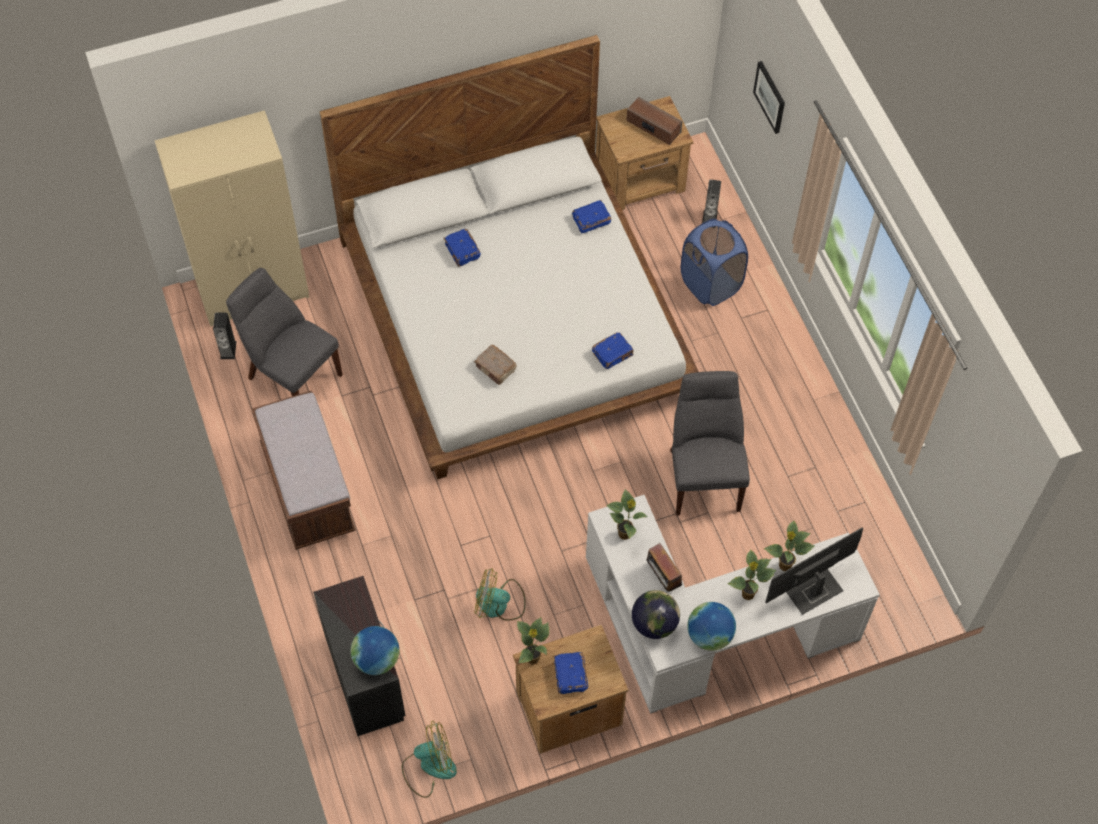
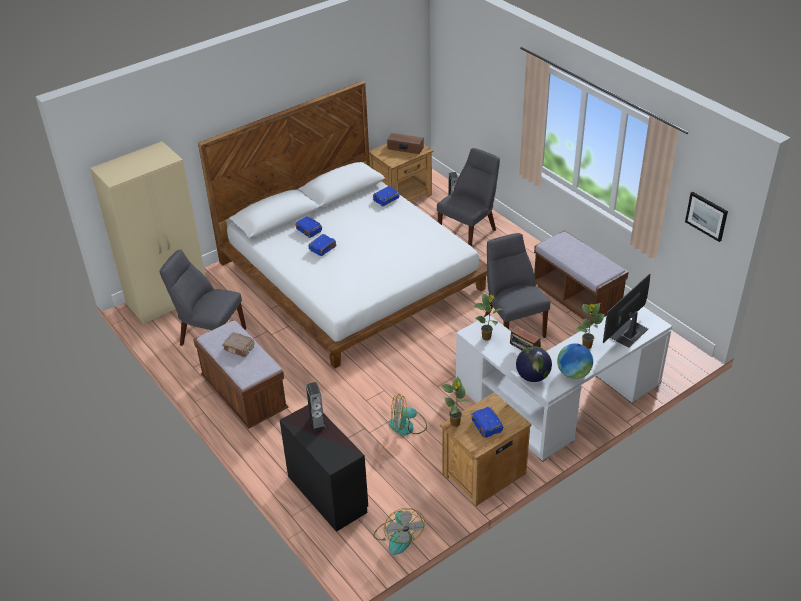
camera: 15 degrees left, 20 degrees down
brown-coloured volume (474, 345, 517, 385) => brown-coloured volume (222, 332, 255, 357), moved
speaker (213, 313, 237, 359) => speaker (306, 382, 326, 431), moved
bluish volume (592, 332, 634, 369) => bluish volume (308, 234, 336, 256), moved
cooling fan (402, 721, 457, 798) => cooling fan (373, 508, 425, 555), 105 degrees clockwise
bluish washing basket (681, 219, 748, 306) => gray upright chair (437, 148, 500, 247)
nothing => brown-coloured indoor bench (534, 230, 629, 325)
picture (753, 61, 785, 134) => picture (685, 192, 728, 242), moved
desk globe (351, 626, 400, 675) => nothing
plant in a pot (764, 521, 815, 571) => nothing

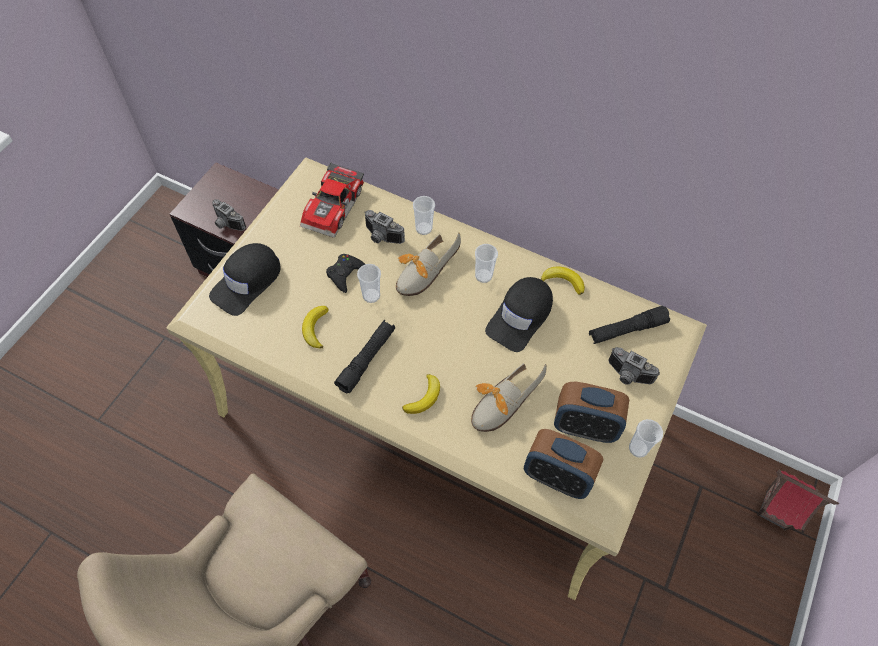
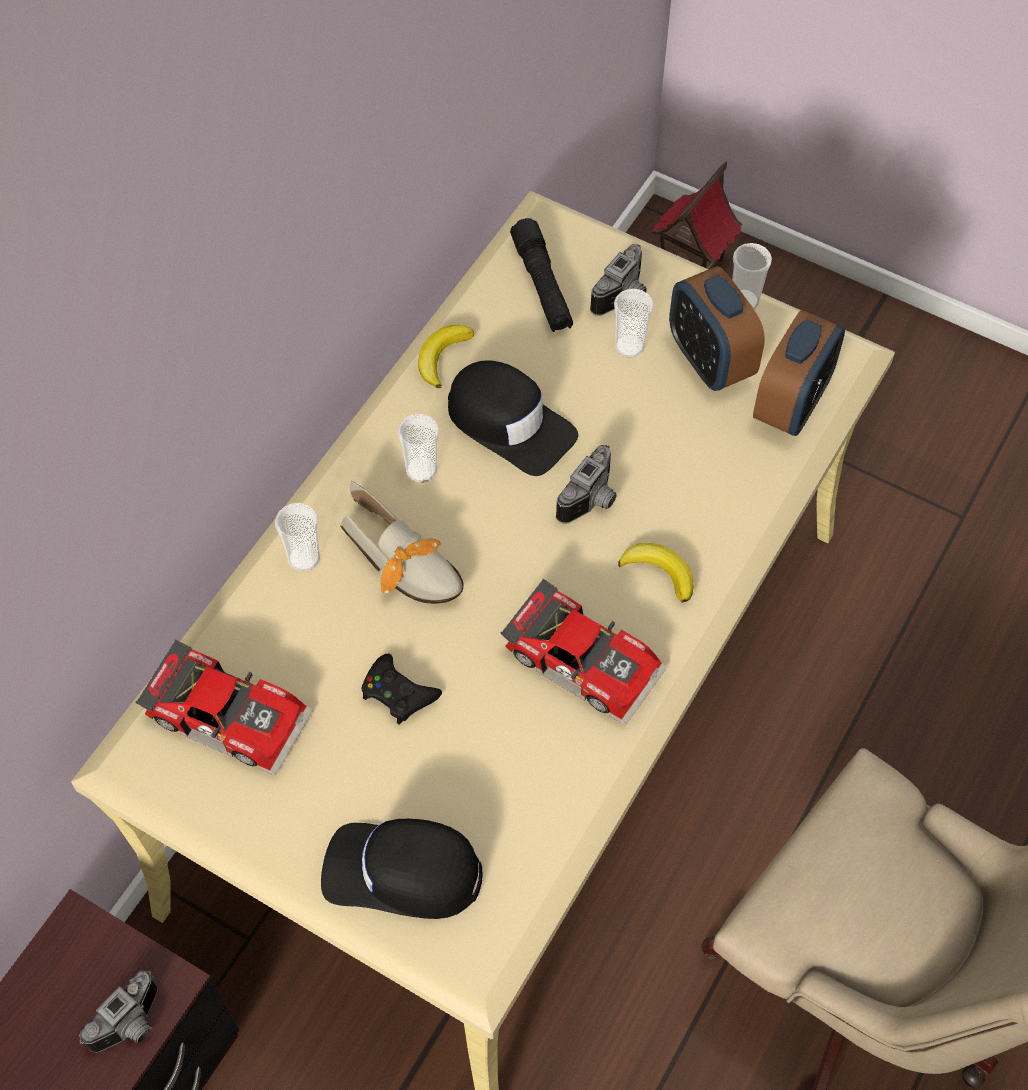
camera: 85 degrees left, 0 degrees up
blackish peaked cap (209, 243, 281, 316) => blackish peaked cap (321, 819, 483, 919), 150 degrees clockwise
blackish flashlight (334, 320, 395, 394) => toy car (501, 579, 666, 725)
photo camera (364, 210, 405, 244) => photo camera (556, 445, 617, 523), moved
cup (357, 264, 381, 303) => cup (614, 289, 654, 358), moved
table clock (554, 382, 629, 443) => table clock (669, 266, 765, 391), 135 degrees clockwise
whole banana (302, 306, 329, 349) => nothing
item of footwear (471, 363, 547, 432) => nothing

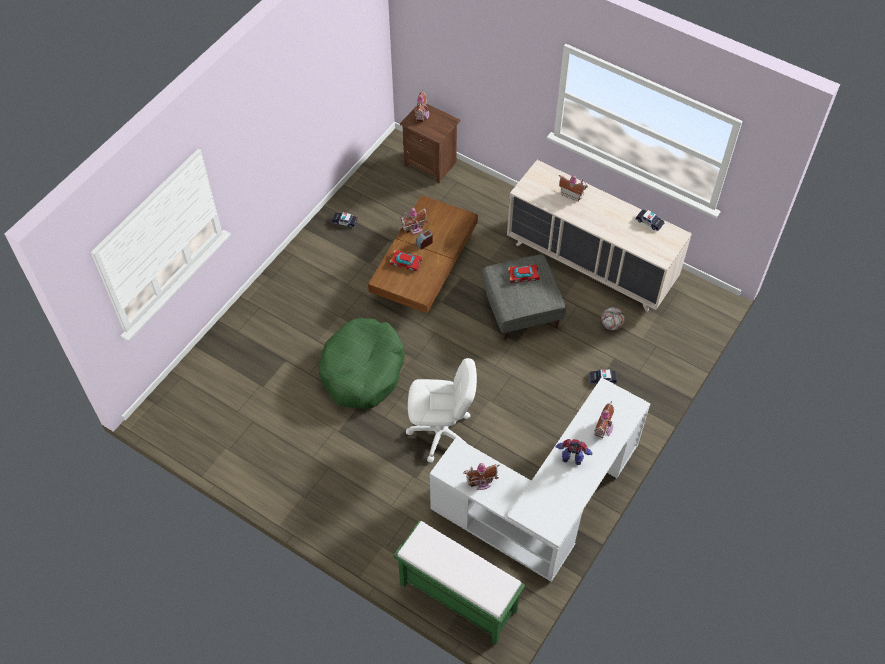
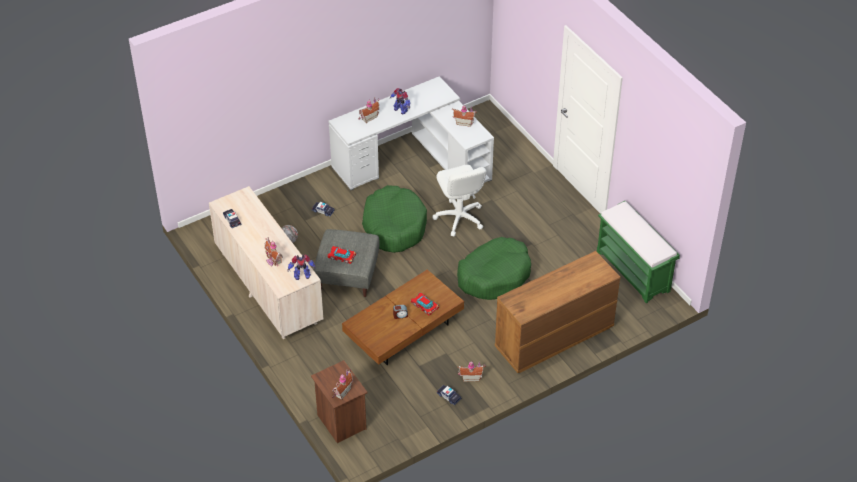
camera: 155 degrees left, 10 degrees down
nothing => robot figure (287, 254, 316, 280)
nothing => green dog cushion (362, 185, 427, 253)
whitish desk chair (406, 358, 477, 463) => whitish desk chair (433, 165, 487, 236), 135 degrees counterclockwise
model house (399, 208, 428, 234) => model house (457, 361, 485, 382), moved
nothing => brown-coloured chest of drawers (495, 251, 620, 373)
green indoor bench (393, 520, 525, 645) => green indoor bench (597, 201, 680, 303), moved

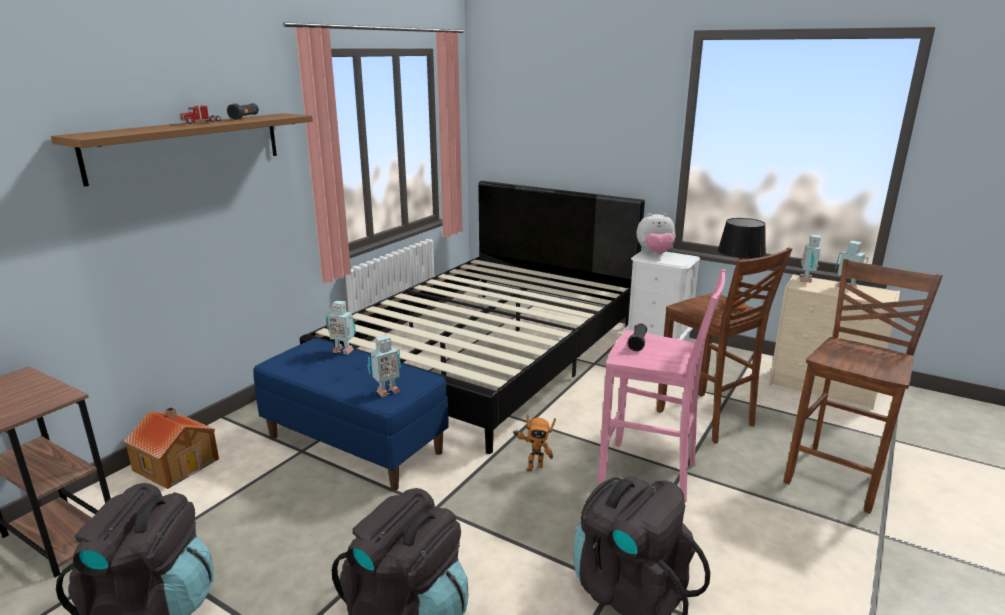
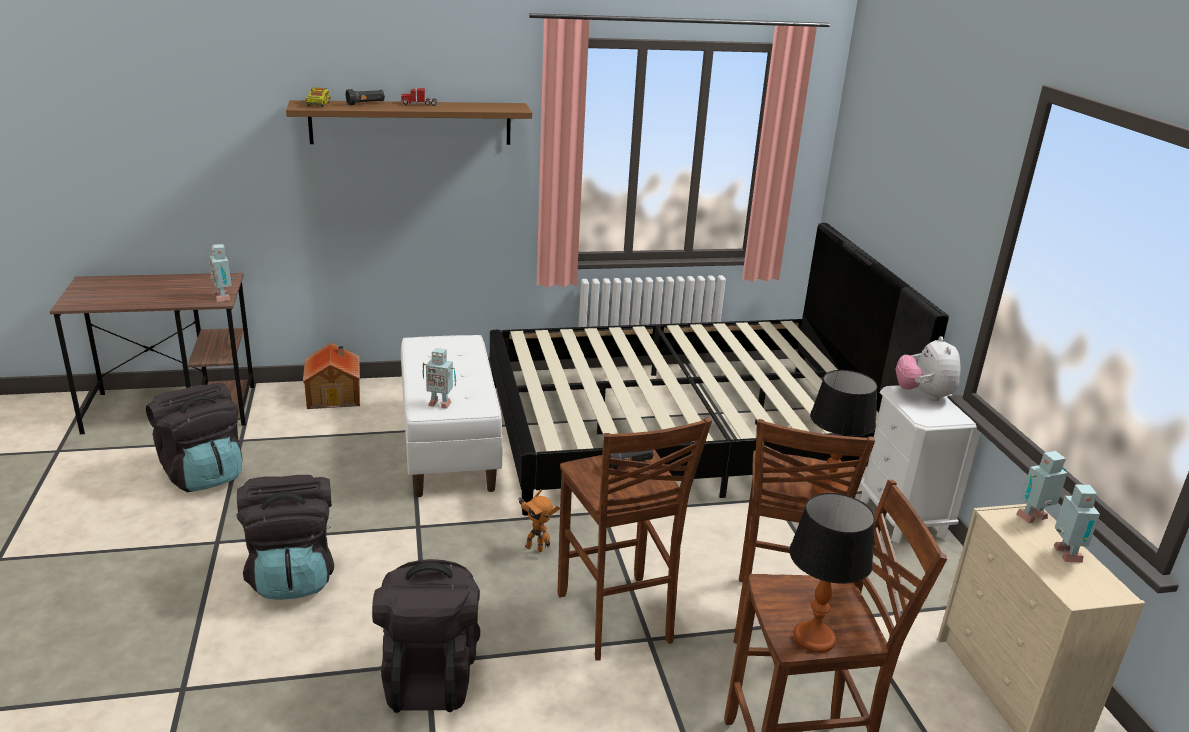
camera: 45 degrees right, 5 degrees up
robot figure (326, 301, 356, 354) => robot figure (209, 244, 233, 302), moved
nothing => toy lorry (305, 87, 331, 107)
blackish flashlight (227, 103, 259, 120) => blackish flashlight (345, 89, 385, 105), moved
bluish indoor bench (253, 338, 449, 491) => whitish indoor bench (401, 335, 503, 497)
pinkish stool seat (598, 269, 726, 503) => brown-coloured stool seat (558, 418, 712, 661)
nothing => tabletop lamp (789, 493, 875, 653)
soft toy (637, 213, 676, 254) => soft toy (896, 336, 960, 401), 45 degrees clockwise

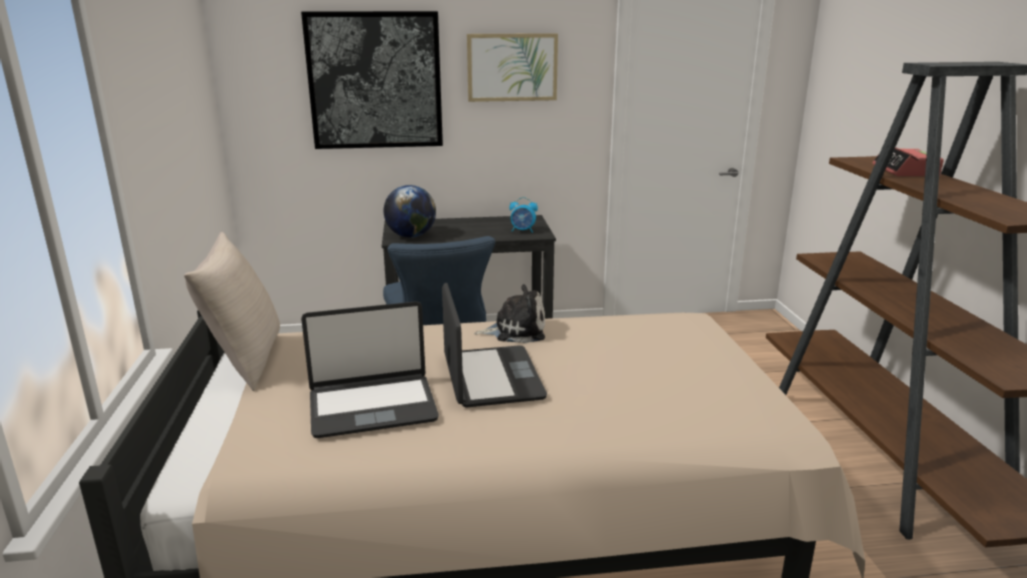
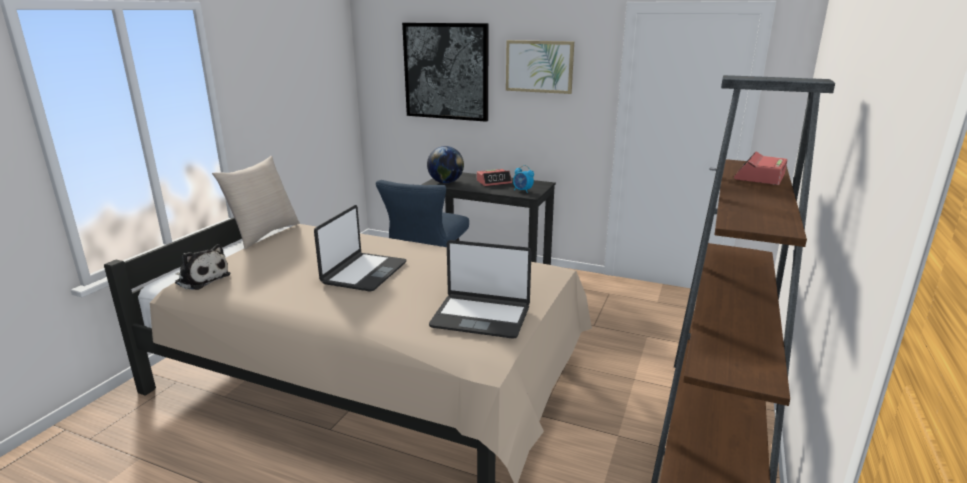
camera: 30 degrees right, 0 degrees up
soft toy (474, 284, 545, 343) => soft toy (175, 244, 231, 290), moved
notebook computer (301, 301, 439, 438) => notebook computer (429, 240, 532, 339), moved
nothing => table clock (477, 169, 512, 186)

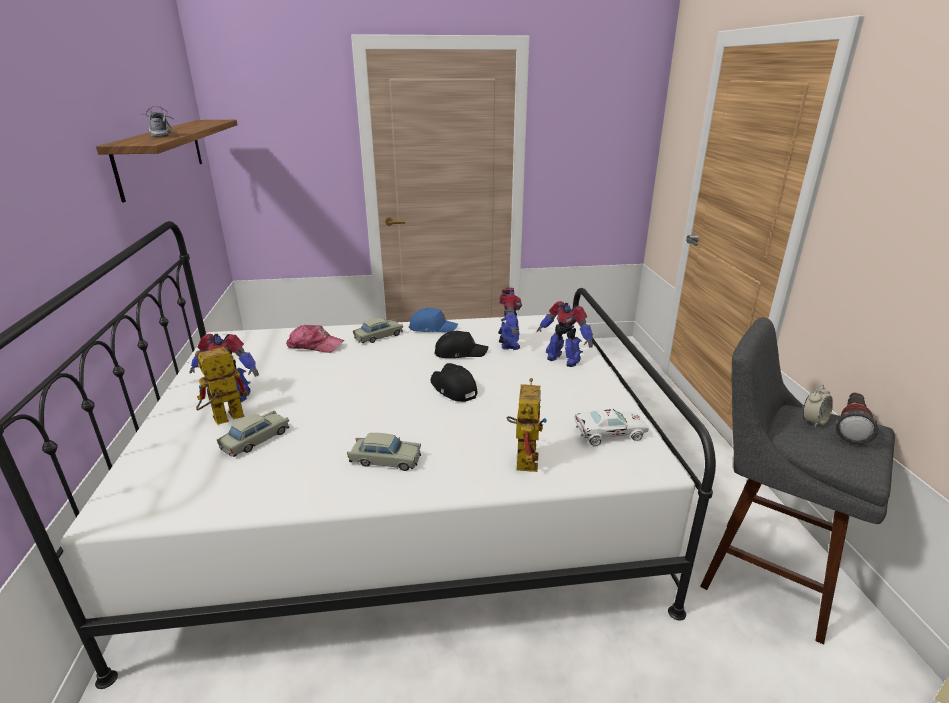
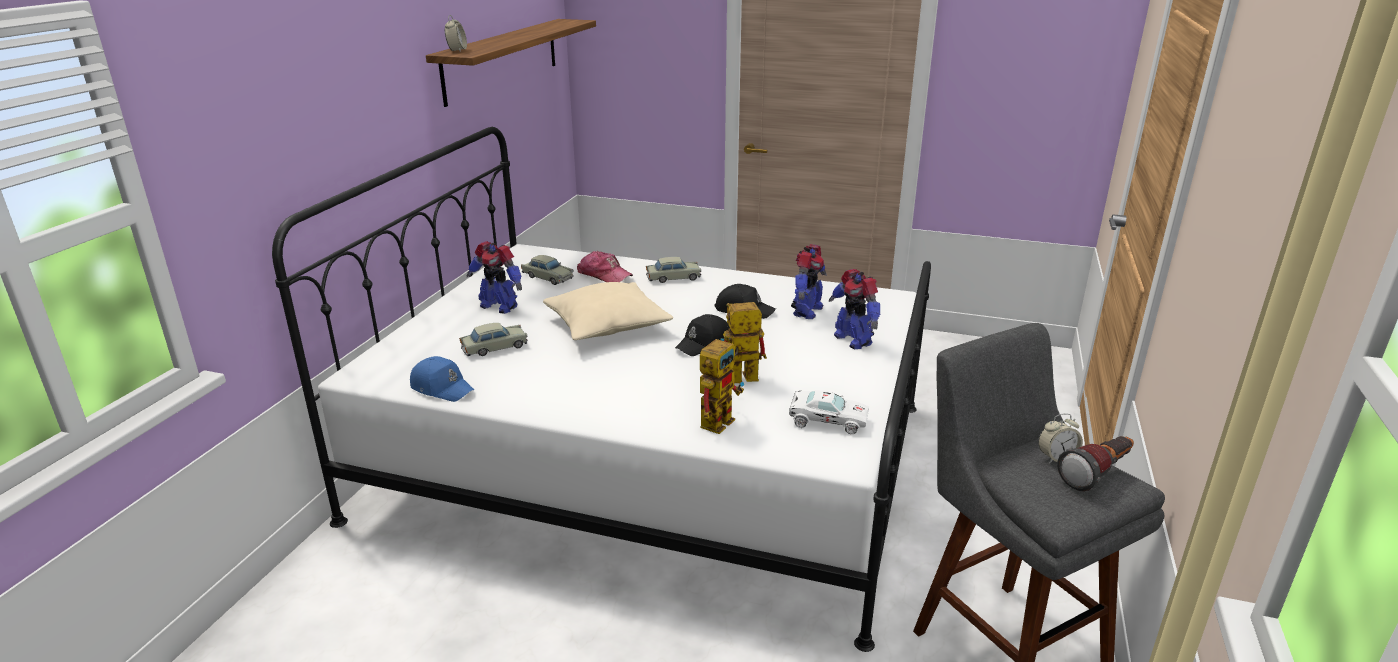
camera: 25 degrees right, 0 degrees up
bluish peaked cap (409, 308, 458, 332) => bluish peaked cap (410, 356, 474, 402), moved
nothing => table clock (445, 15, 467, 51)
beige-coloured toy car (347, 433, 421, 471) => beige-coloured toy car (521, 255, 574, 285), moved
nothing => beige-coloured cushion (543, 282, 673, 340)
blackish peaked cap (431, 363, 477, 402) => blackish peaked cap (675, 314, 730, 356), 120 degrees counterclockwise
robot figure (195, 347, 248, 425) => robot figure (720, 302, 767, 383), moved
item of footwear (143, 106, 174, 137) => nothing

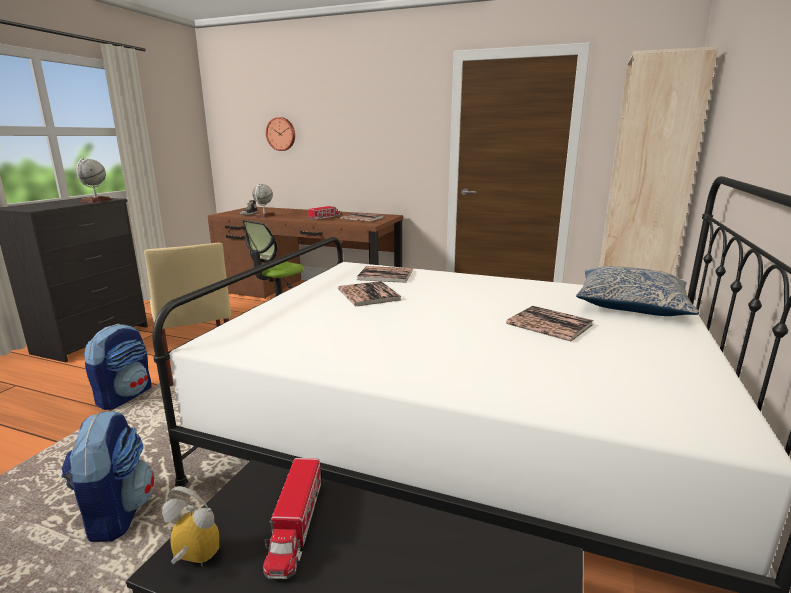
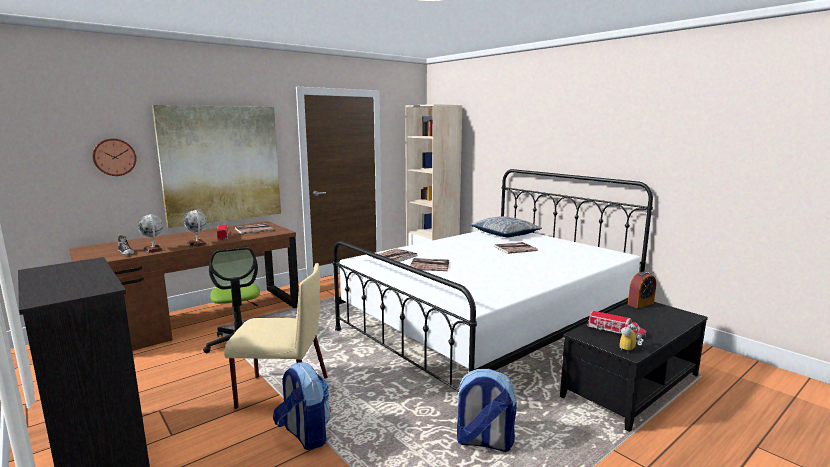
camera: 60 degrees left, 5 degrees down
nothing => picture (152, 105, 281, 228)
desk globe (76, 158, 112, 203) => desk globe (183, 210, 208, 247), moved
nothing => table clock (628, 271, 656, 309)

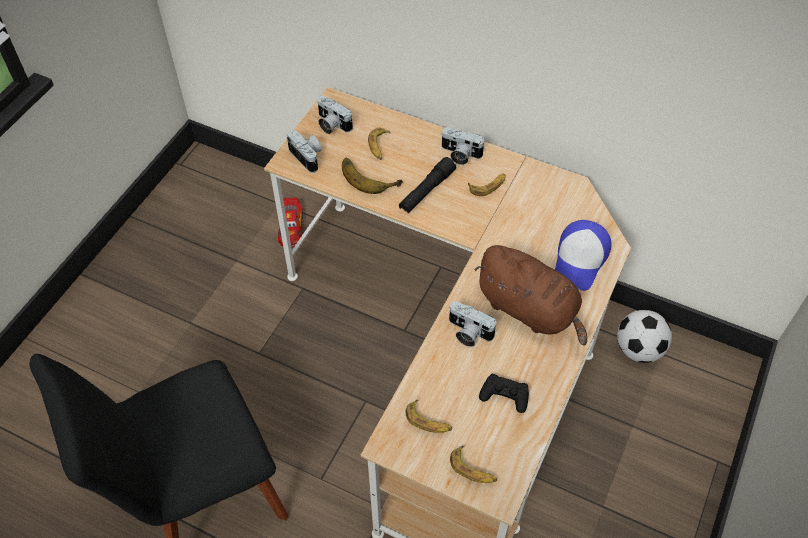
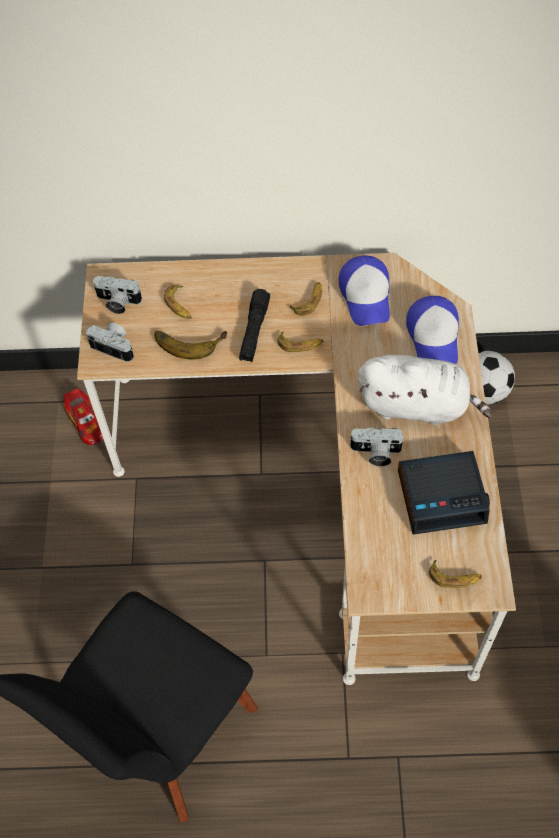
camera: 25 degrees left, 5 degrees up
whole banana (406, 400, 452, 433) => whole banana (277, 331, 324, 352), moved
nothing => peaked cap (339, 256, 390, 326)
brown-coloured soft toy (474, 245, 587, 346) => whitish soft toy (358, 355, 493, 425)
blackish game controller (479, 374, 529, 413) => table clock (398, 451, 490, 535)
photo camera (442, 128, 485, 165) => nothing

